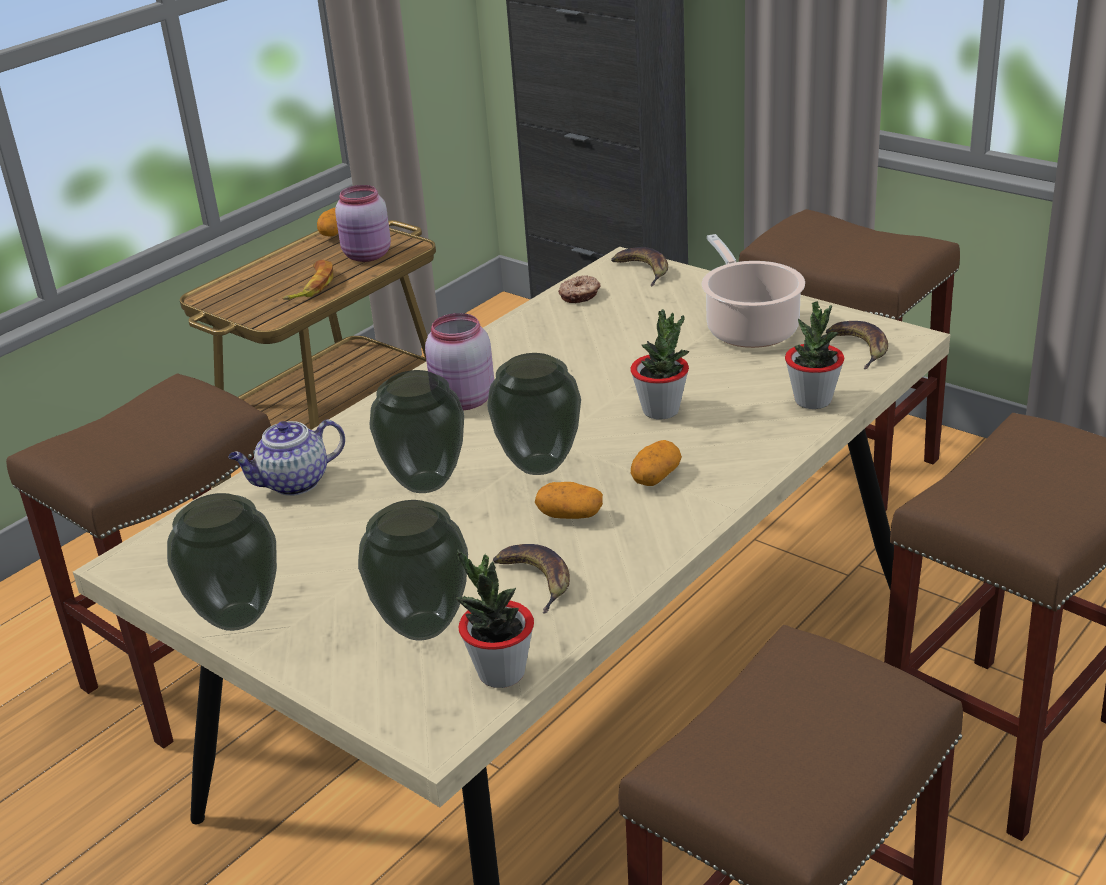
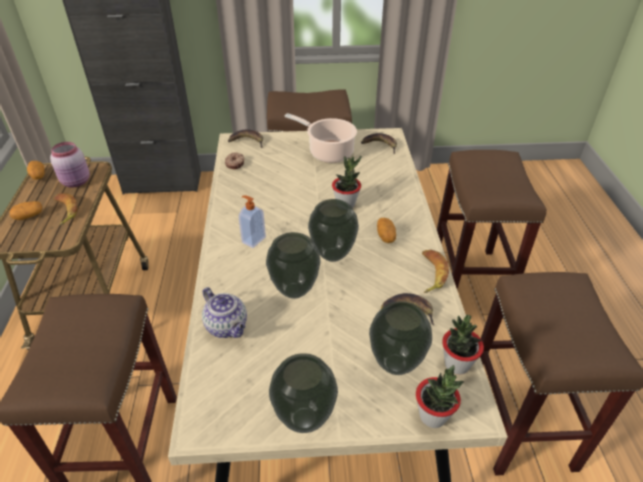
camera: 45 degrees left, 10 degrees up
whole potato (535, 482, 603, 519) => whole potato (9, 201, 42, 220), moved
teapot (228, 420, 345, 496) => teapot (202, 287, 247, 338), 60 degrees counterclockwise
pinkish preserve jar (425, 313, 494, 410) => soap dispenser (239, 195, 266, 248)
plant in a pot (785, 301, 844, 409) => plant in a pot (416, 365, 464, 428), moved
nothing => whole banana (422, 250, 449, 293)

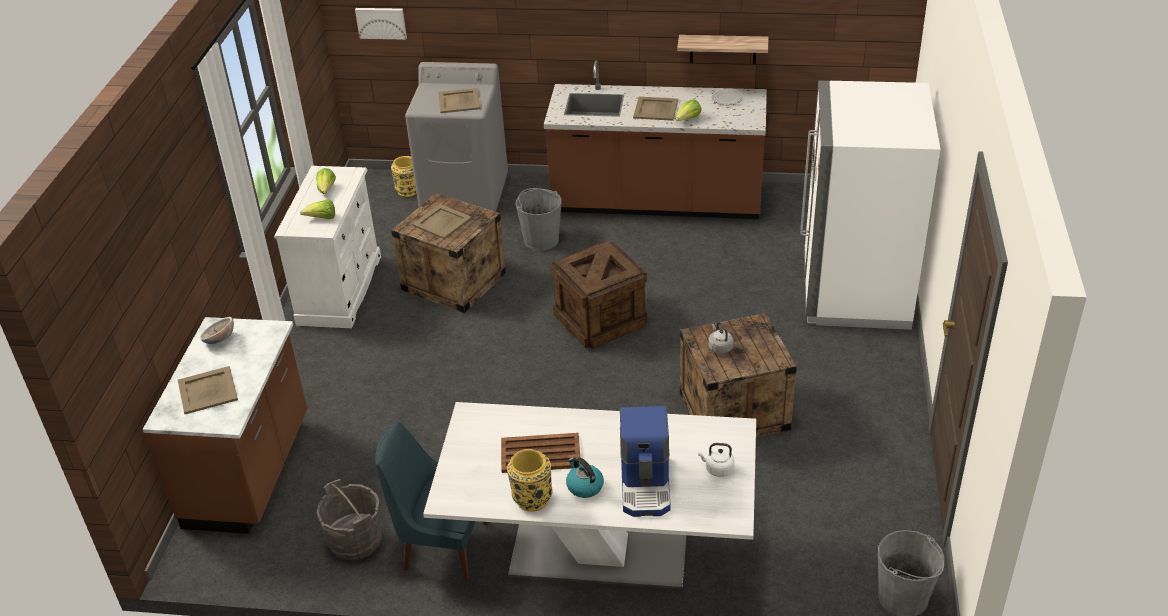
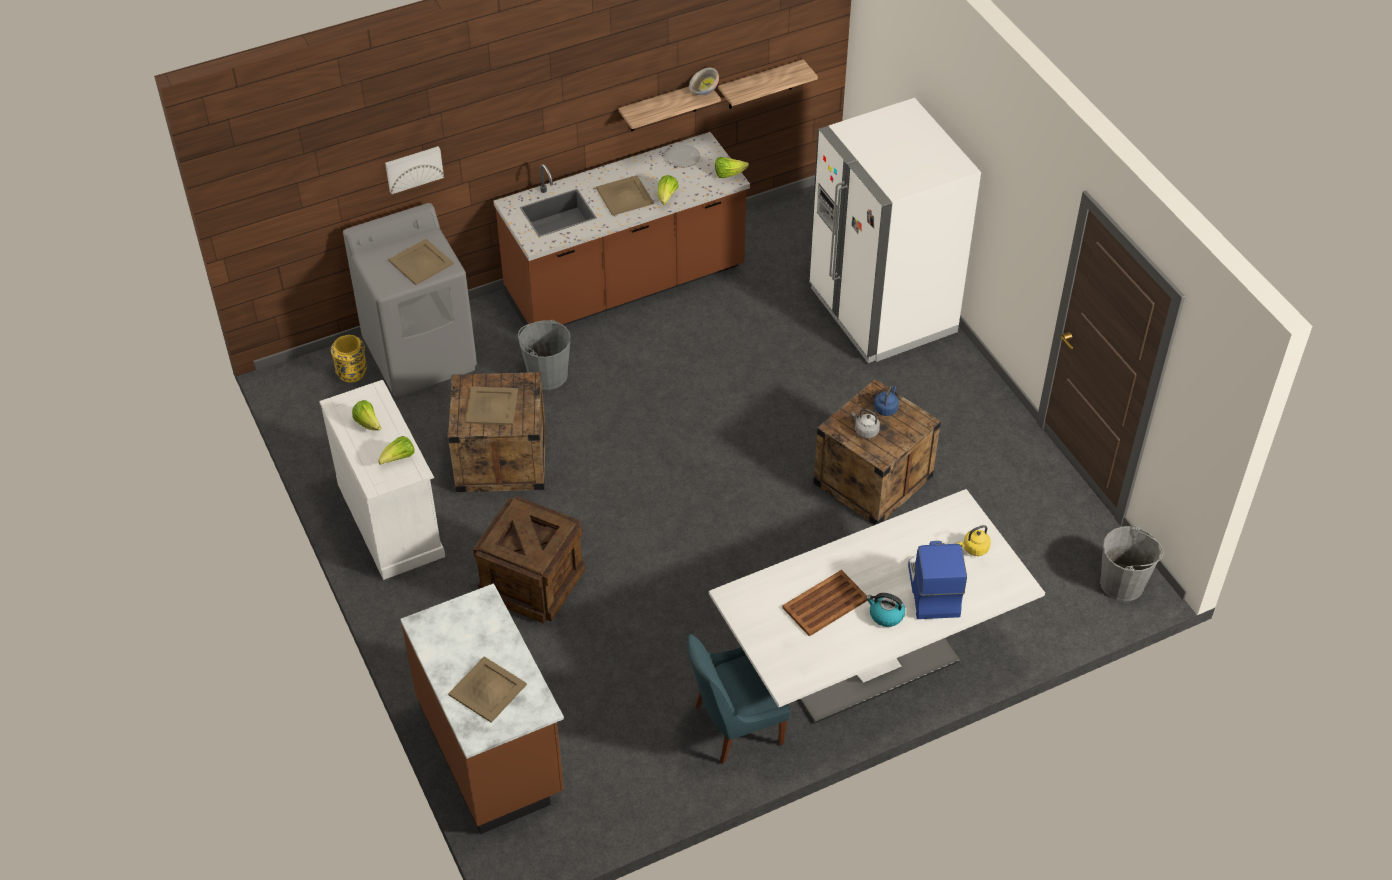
camera: 35 degrees left, 10 degrees up
picture (355, 8, 407, 40) => picture (385, 146, 444, 194), moved
shipping crate (550, 241, 647, 349) => shipping crate (473, 496, 585, 623), moved
bowl (200, 317, 234, 344) => bowl (689, 68, 719, 95), moved
nothing => head of lettuce (715, 157, 749, 178)
nothing => shelf (718, 59, 818, 109)
nothing => bluish water kettle (874, 386, 899, 416)
coffee maker (620, 406, 671, 517) => coffee maker (908, 541, 967, 619), 150 degrees counterclockwise
whitish water kettle (698, 443, 735, 477) => yellow-coloured water kettle (958, 525, 991, 556)
gray pail (317, 479, 383, 560) => nothing
yellow-coloured decorative vase (507, 449, 553, 512) => nothing

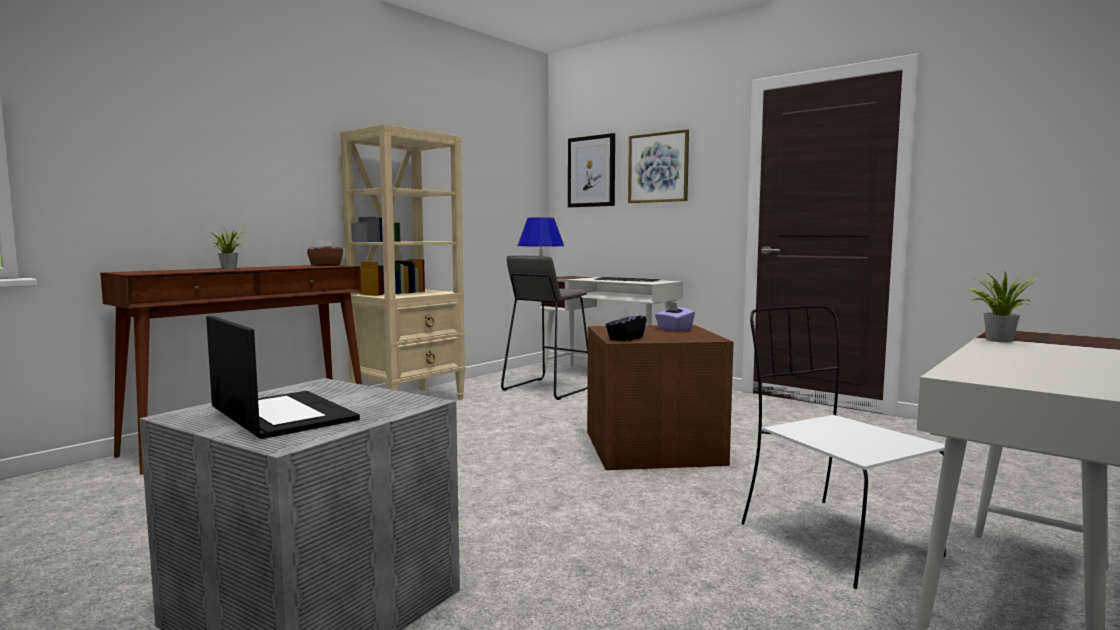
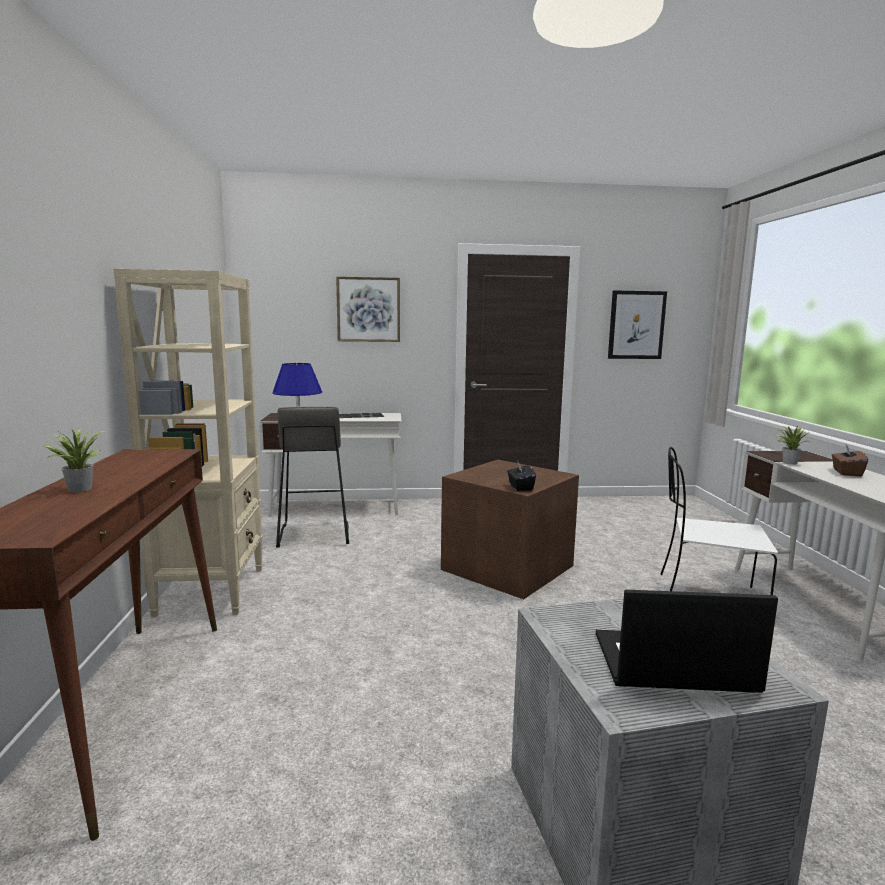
camera: 45 degrees left, 5 degrees up
picture (568, 133, 615, 207) => picture (608, 290, 667, 359), moved
brown-coloured tissue holder (307, 240, 343, 266) => brown-coloured tissue holder (832, 445, 868, 477), moved
purplish tissue holder (655, 301, 695, 332) => nothing

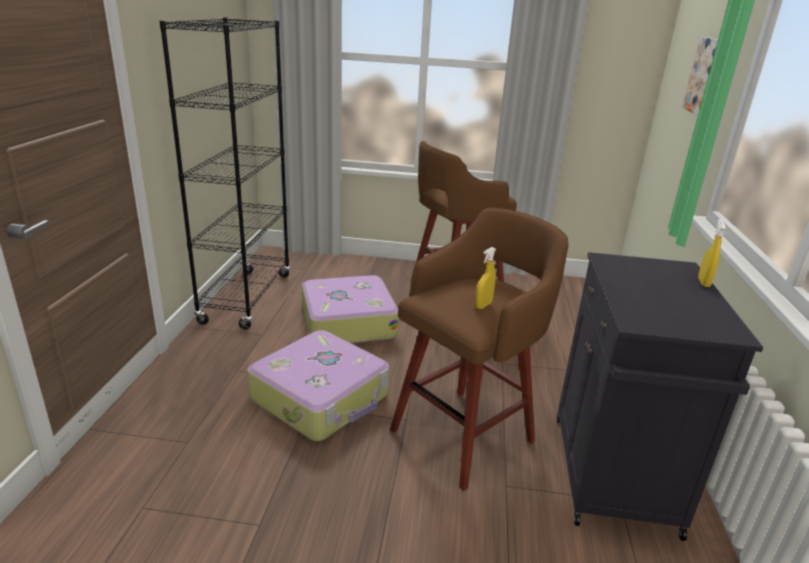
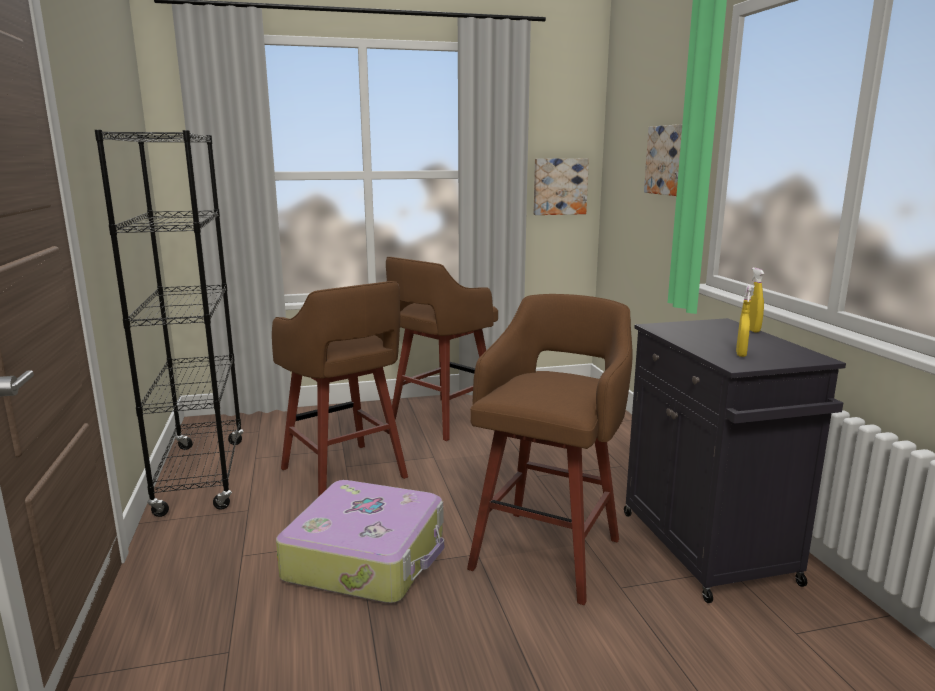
camera: 20 degrees left, 10 degrees down
travel case (302, 275, 399, 344) => brown-coloured stool seat (272, 281, 408, 497)
nothing => picture (534, 158, 589, 215)
yellow-coloured hand sprayer (475, 247, 496, 309) => yellow-coloured hand sprayer (736, 285, 752, 357), moved

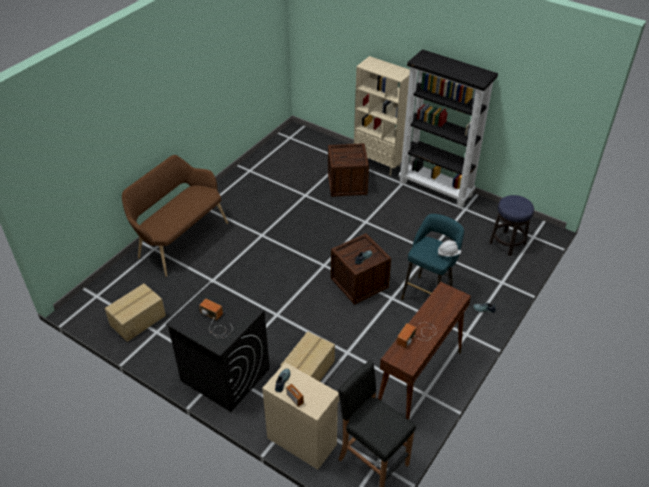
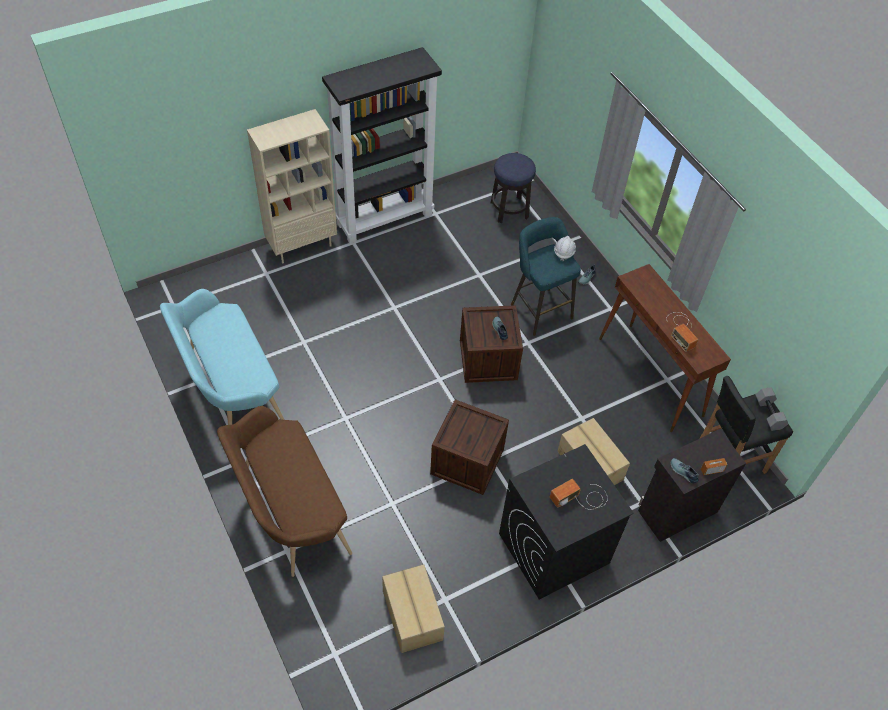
camera: 65 degrees left, 10 degrees up
nothing => turquoise-coloured indoor bench (160, 289, 284, 425)
shipping crate (328, 143, 369, 197) => shipping crate (430, 399, 509, 495), moved
beige-coloured cabinet (262, 362, 339, 470) => blackish cabinet (638, 430, 746, 542)
nothing => gray dumbbell (755, 387, 788, 431)

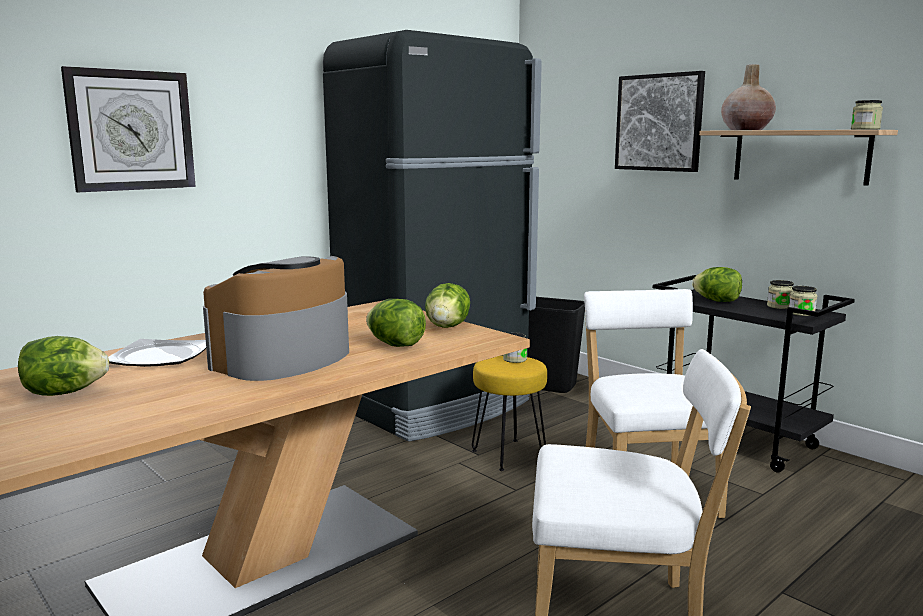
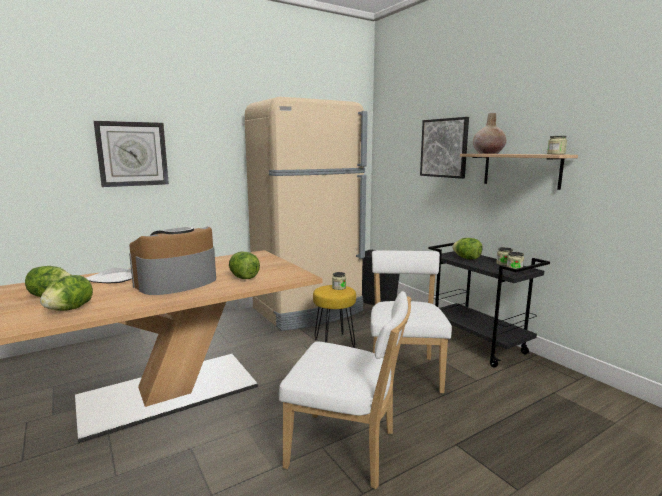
camera: 10 degrees right, 0 degrees up
head of lettuce (425, 283, 470, 328) => head of lettuce (40, 275, 93, 311), moved
blackish refrigerator (323, 30, 542, 442) => beige-coloured refrigerator (245, 97, 368, 331)

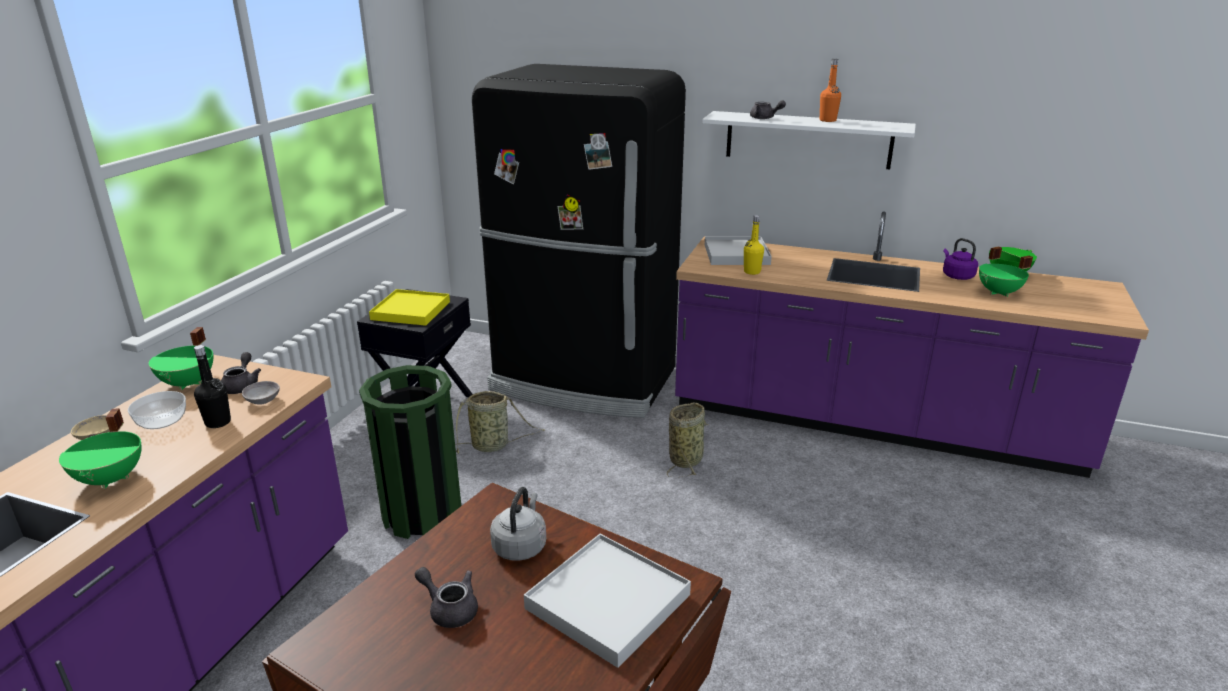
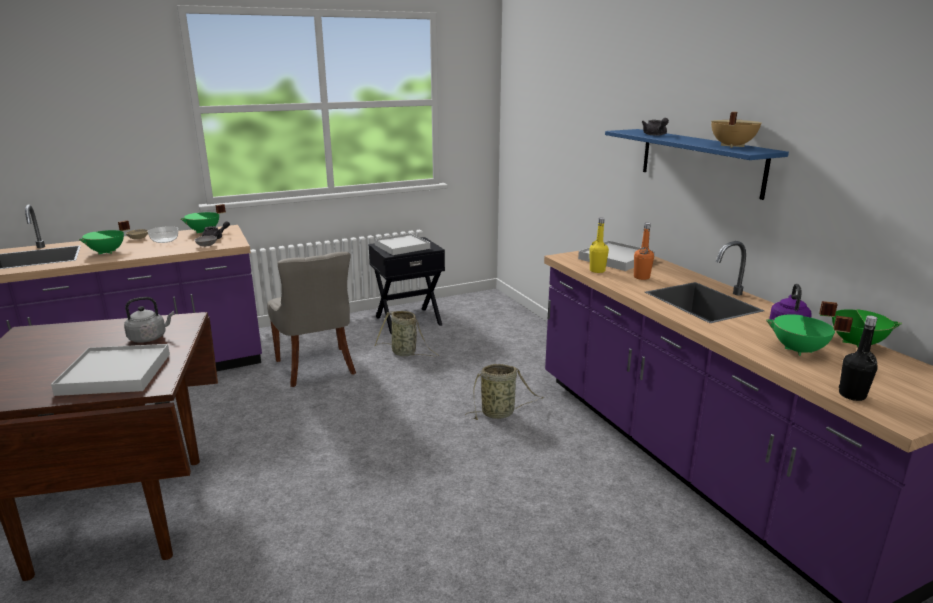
camera: 45 degrees right, 5 degrees down
green waste bin (359, 365, 461, 539) => gray upright chair (267, 252, 356, 387)
yellow-coloured carrying tray (369, 289, 450, 326) => whitish carrying tray (374, 233, 430, 255)
whitish shelf (702, 111, 916, 169) => bluish shelf (605, 129, 789, 200)
orange-coloured drink bottle (820, 59, 841, 122) => orange-coloured drink bottle (634, 223, 654, 280), moved
nothing => beige-coloured saucepot (711, 112, 762, 148)
blackish drink bottle (194, 345, 231, 428) => blackish drink bottle (839, 315, 878, 401), moved
gray teapot (415, 567, 478, 628) => nothing
blackish refrigerator (472, 64, 686, 418) => nothing

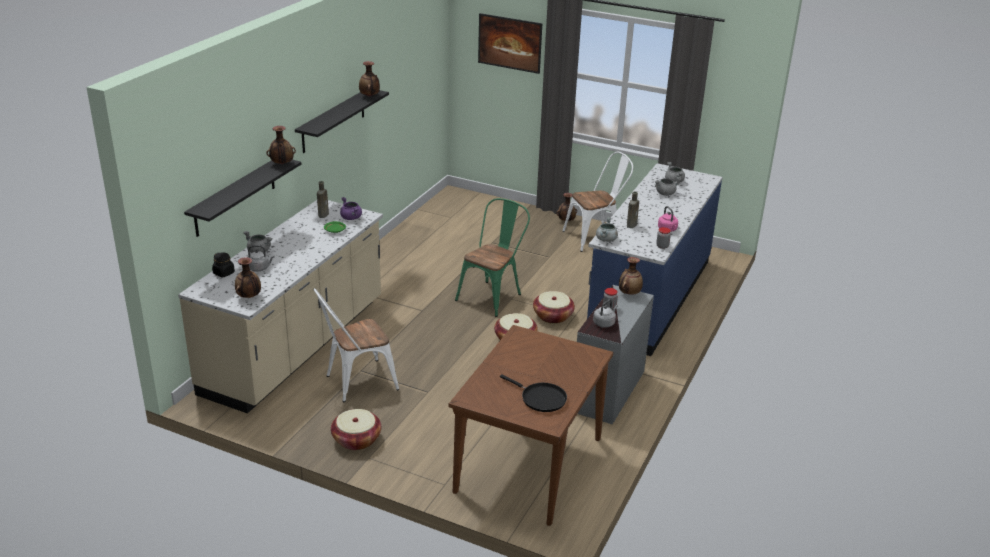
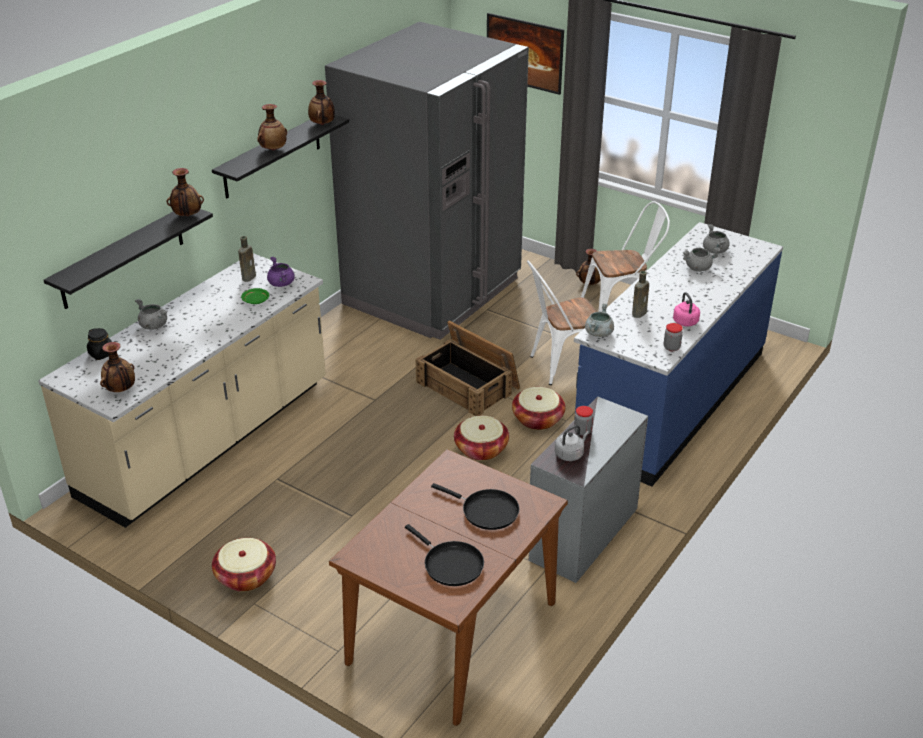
camera: 10 degrees right, 5 degrees up
decorative vase (619, 257, 643, 295) => decorative vase (257, 104, 287, 151), moved
nothing => gray refrigerator (325, 22, 529, 340)
green upright chair (455, 198, 530, 317) => shipping crate (415, 321, 520, 416)
nothing => blackish frying pan (431, 483, 519, 530)
whitish upright chair (313, 288, 399, 402) => whitish upright chair (527, 260, 597, 385), moved
gray water kettle (247, 245, 275, 272) => nothing

